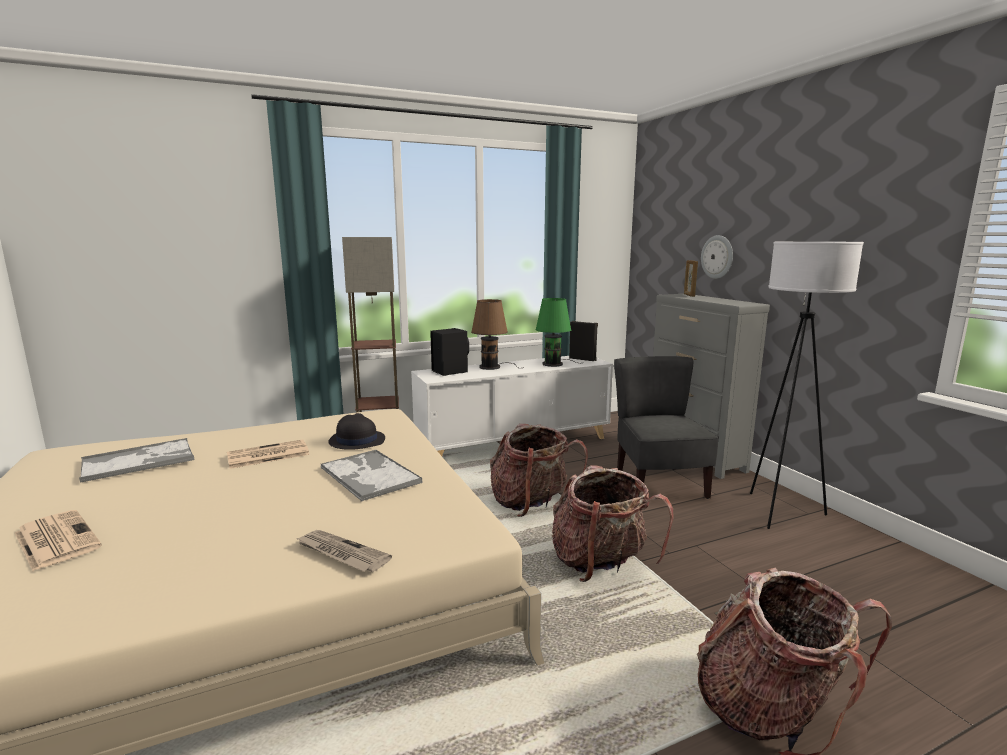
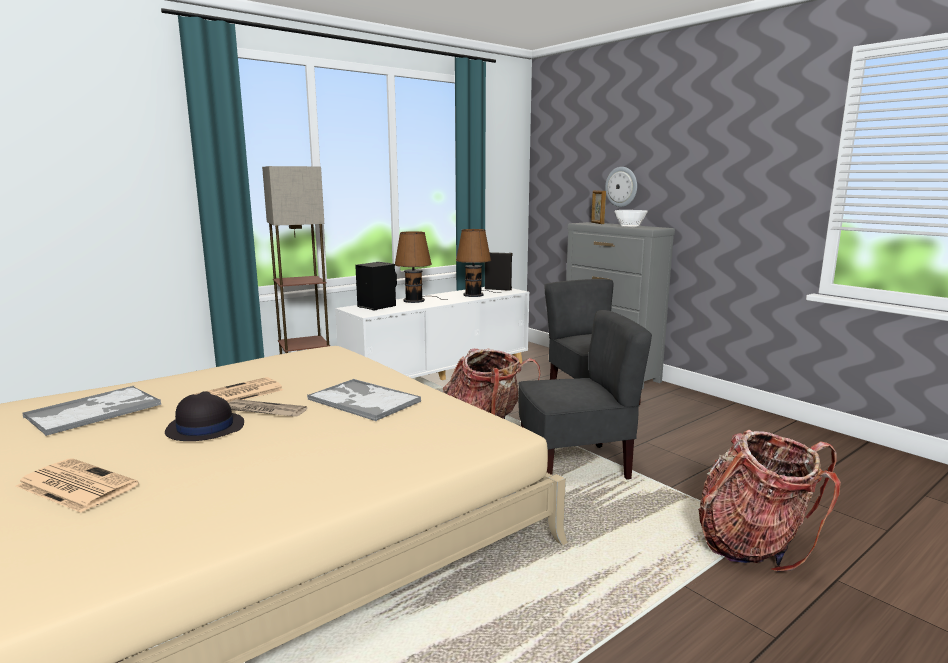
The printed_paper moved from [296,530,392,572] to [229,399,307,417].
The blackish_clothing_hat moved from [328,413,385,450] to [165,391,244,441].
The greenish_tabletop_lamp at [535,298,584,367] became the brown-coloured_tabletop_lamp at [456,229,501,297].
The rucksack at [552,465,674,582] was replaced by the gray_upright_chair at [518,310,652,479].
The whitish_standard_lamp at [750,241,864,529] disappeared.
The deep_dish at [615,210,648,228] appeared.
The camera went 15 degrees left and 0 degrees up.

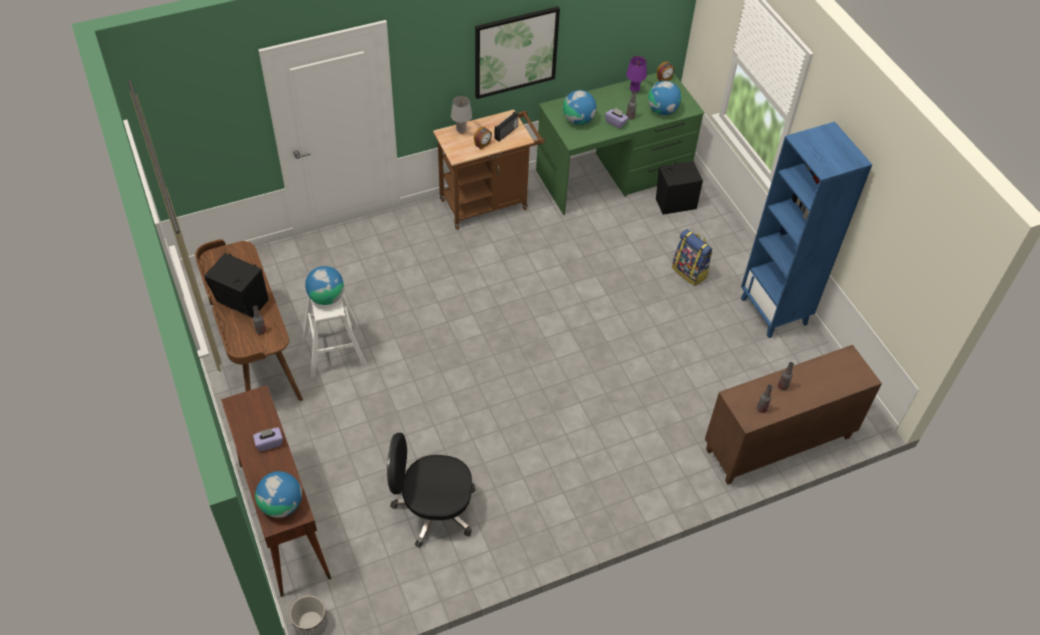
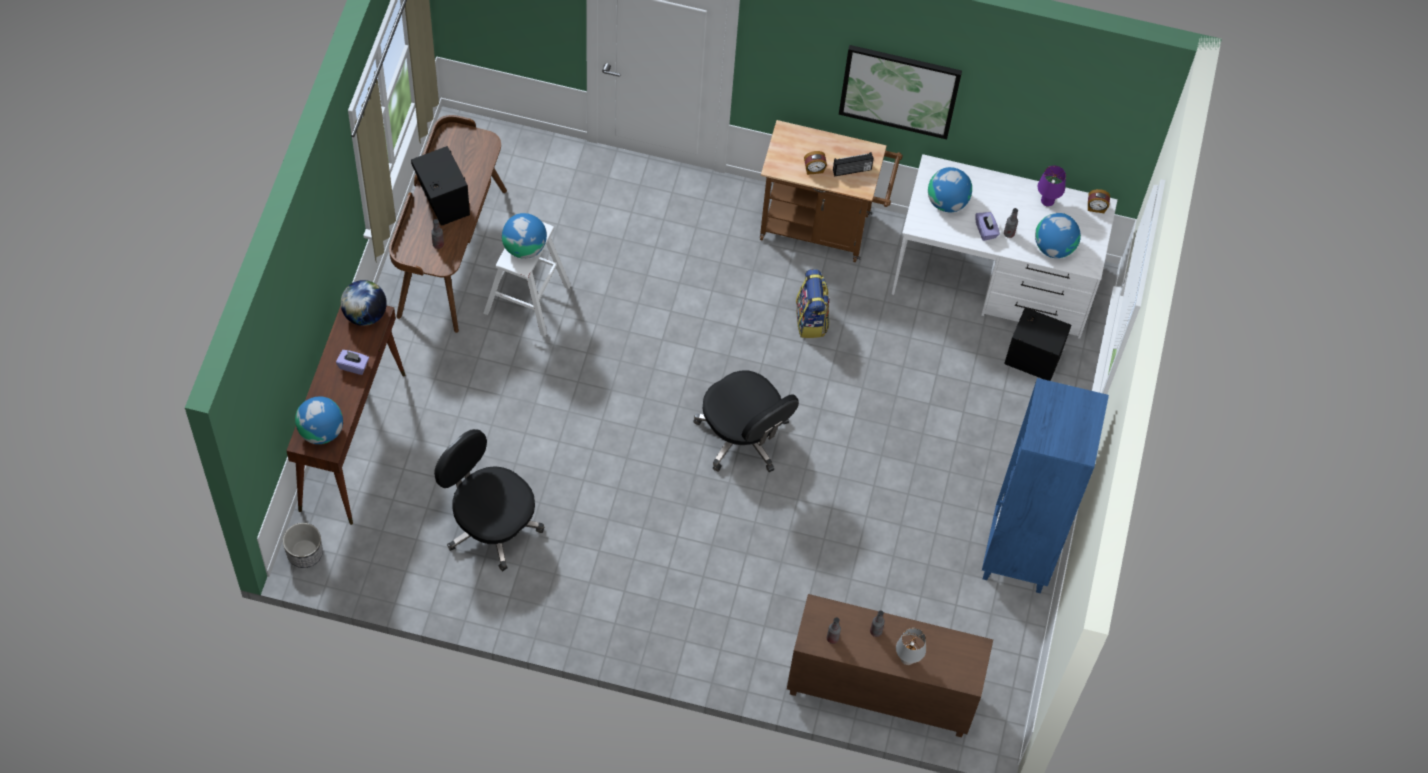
The gray_tabletop_lamp moved from [451,96,472,134] to [896,628,926,665].
The greenish_desk_unit at [536,73,705,215] became the whitish_desk_unit at [892,154,1118,339].
The rucksack moved from [672,229,713,286] to [796,269,829,338].
The world_globe at [341,280,387,326] appeared.
The blackish_office_chair at [693,370,799,472] appeared.
The camera went 35 degrees right and 10 degrees up.

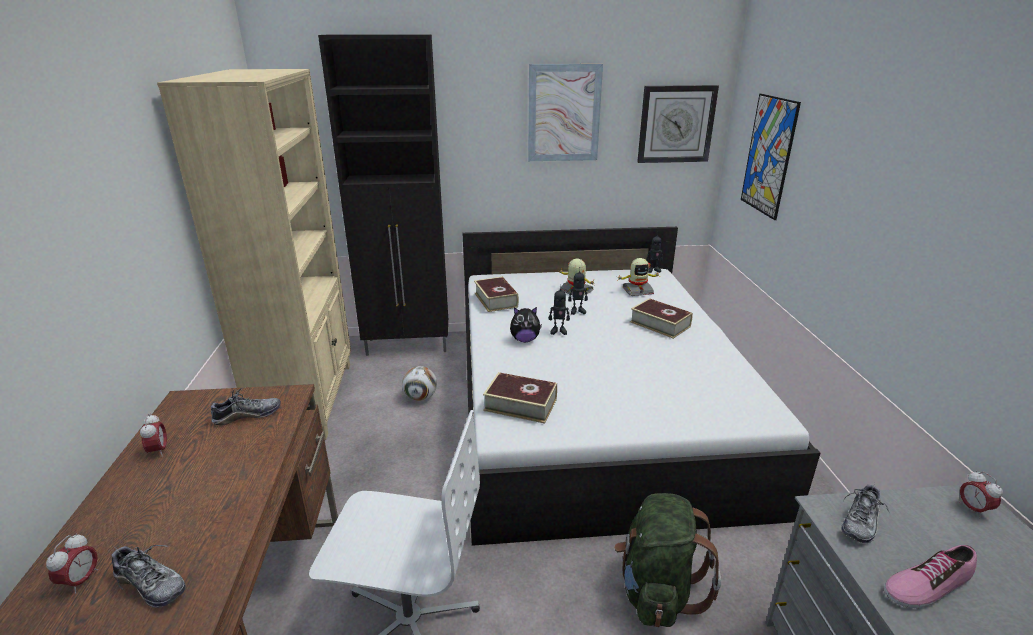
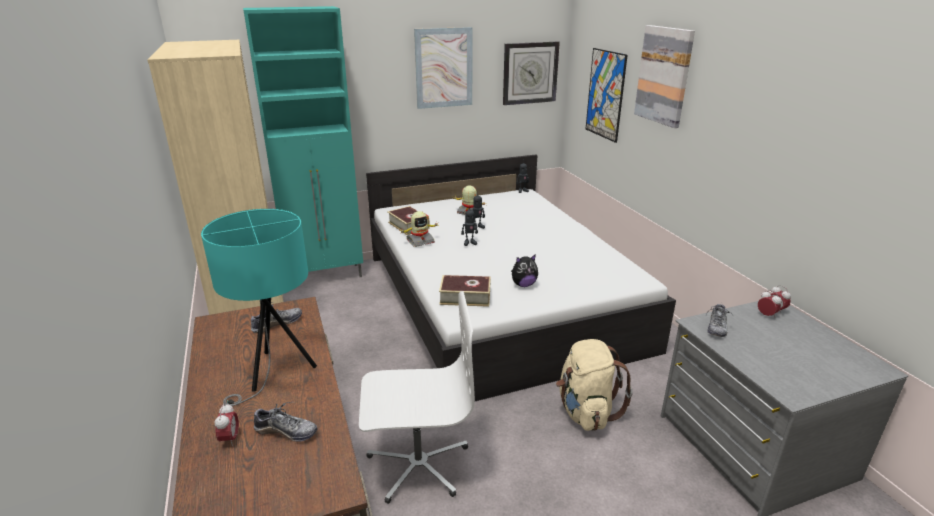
The table_clock moved from [140,414,167,457] to [758,290,782,318].
The blackish_cabinet at [318,34,448,356] became the turquoise_cabinet at [243,6,363,277].
The football at [402,366,437,401] disappeared.
The cuddly_toy moved from [510,307,542,342] to [511,254,538,287].
The greenish_rucksack at [614,493,721,627] became the beige-coloured_rucksack at [556,339,633,431].
The toy_robot moved from [617,258,660,296] to [400,211,438,247].
The bound_book at [630,298,693,339] disappeared.
The shoe at [884,545,977,608] disappeared.
The turquoise_tabletop_lamp at [201,209,317,406] appeared.
The wall_picture at [634,25,695,128] appeared.
The camera went 15 degrees left and 0 degrees up.

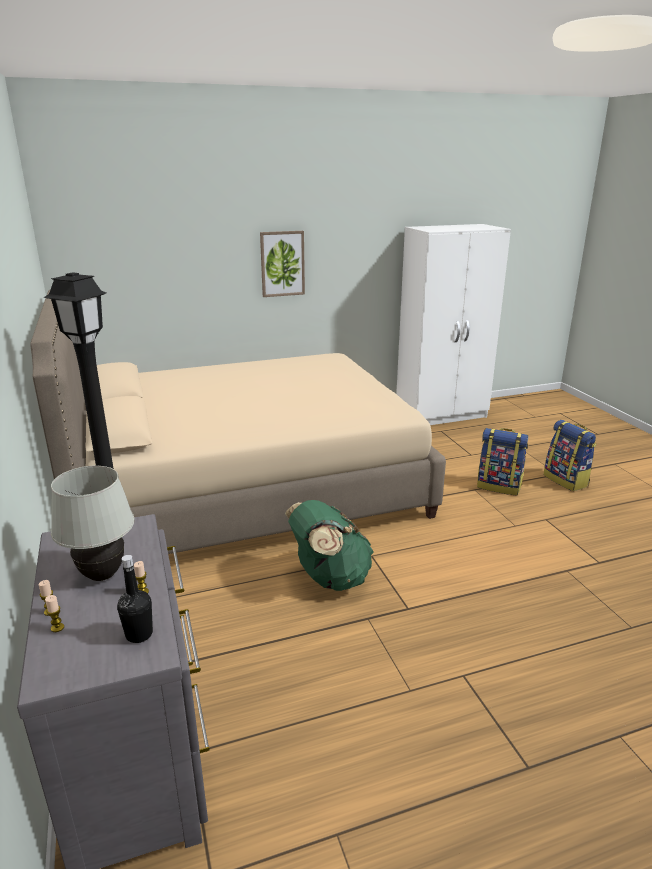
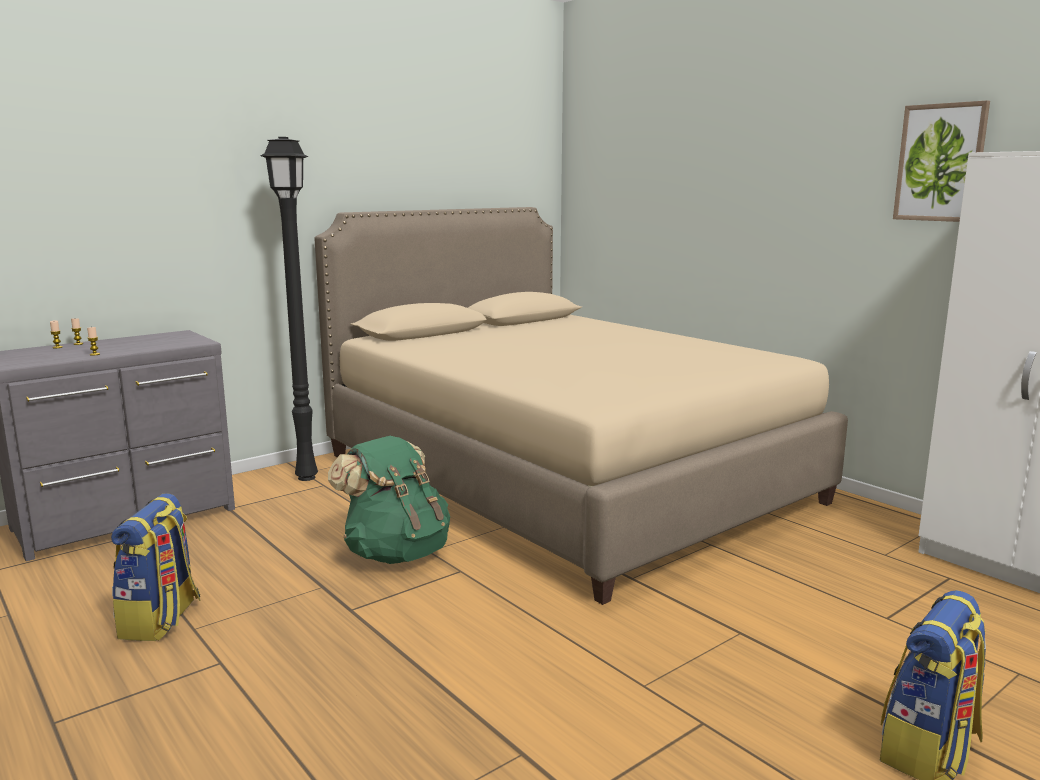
The whitish_tabletop_lamp at [51,466,135,581] disappeared.
The blackish_beverage_bottle at [117,555,153,643] disappeared.
The wall_picture moved from [260,231,305,297] to [893,100,990,222].
The rucksack moved from [477,428,528,495] to [111,493,201,641].
The camera went 70 degrees right and 10 degrees down.

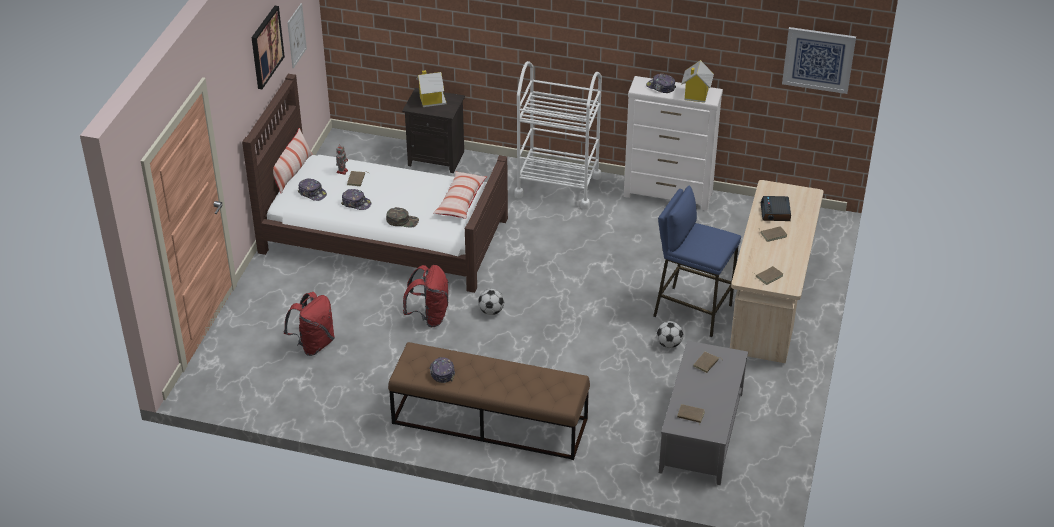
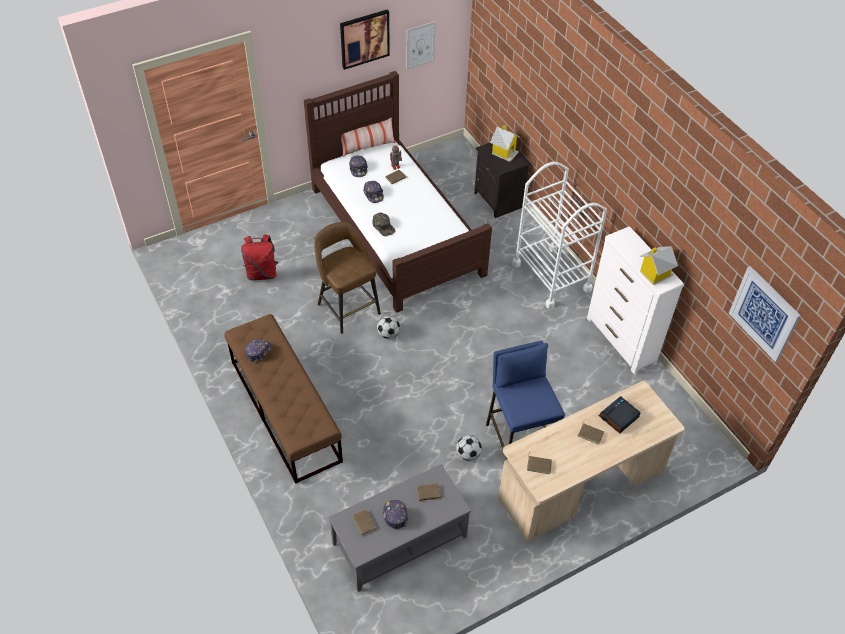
The reddish_rucksack at [403,265,449,327] was replaced by the brown-coloured_sitting_stool at [314,222,381,334].
The pillow at [433,172,487,219] disappeared.
The baseball_cap moved from [646,74,676,93] to [383,500,408,529].
The camera went 45 degrees right and 10 degrees up.

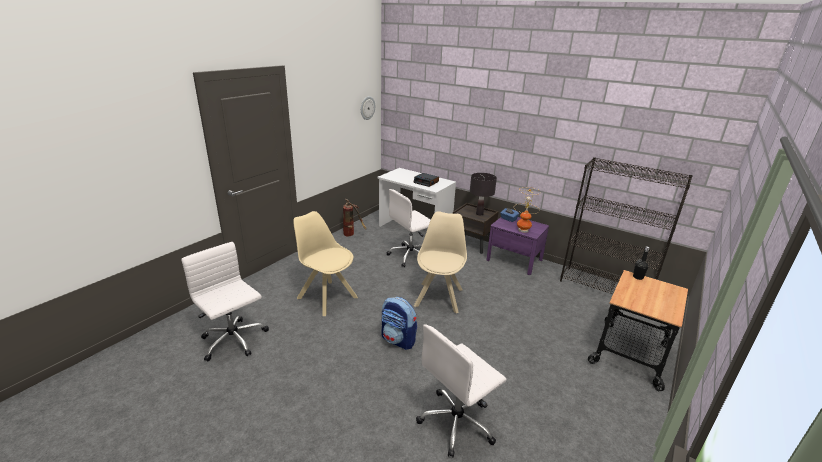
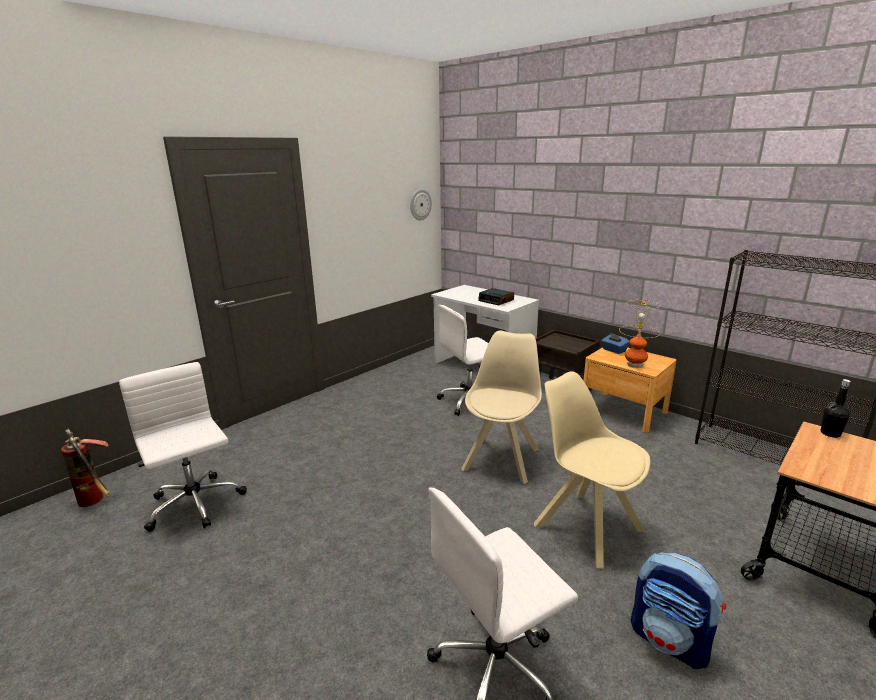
The beige-coloured_upright_chair moved from [294,211,358,316] to [534,371,651,569].
The extinguisher moved from [343,199,366,236] to [61,429,110,507].
The rucksack moved from [382,297,417,350] to [630,552,726,669].
The blackish_tabletop_lamp at [470,173,497,215] disappeared.
The purplish_nightstand at [486,217,549,275] became the brown-coloured_nightstand at [584,347,677,433].
The camera went 10 degrees right and 5 degrees down.

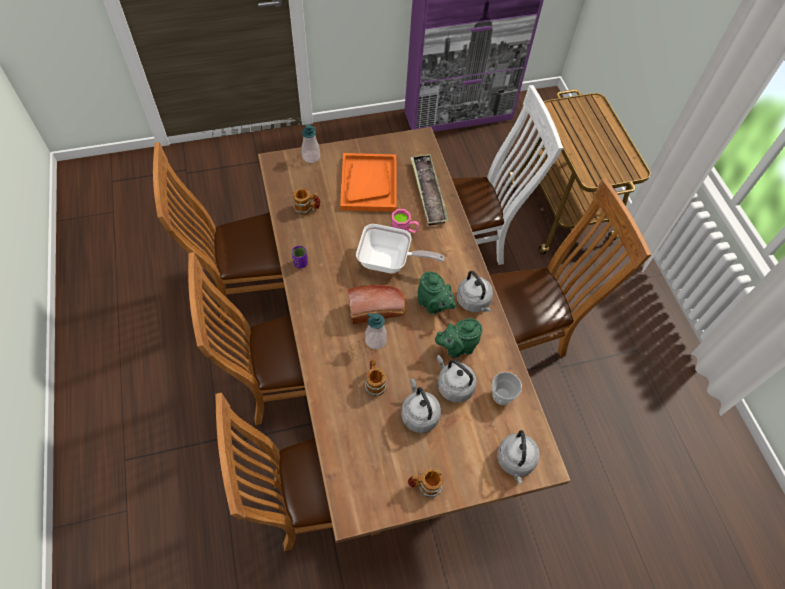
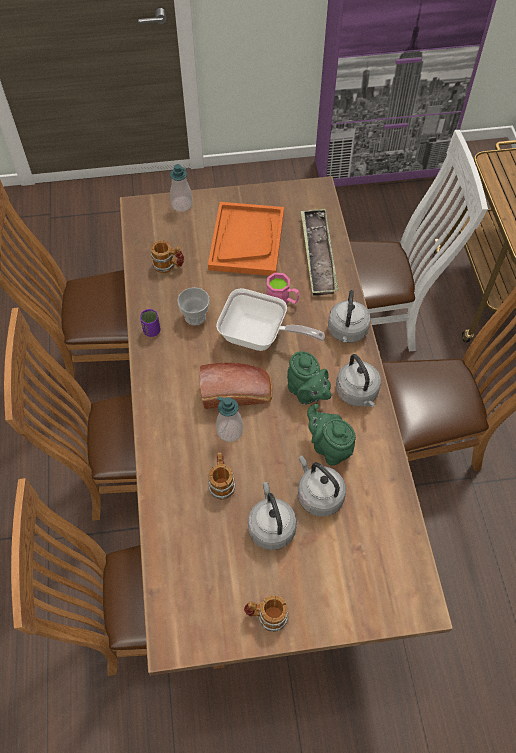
The greenish_pot_for_tea at [435,318,482,358] turned 60 degrees clockwise.
The cup moved from [492,372,522,405] to [177,287,210,326].
The gray_tea_kettle moved from [497,430,540,484] to [328,290,371,343].
The camera went 10 degrees right and 0 degrees up.

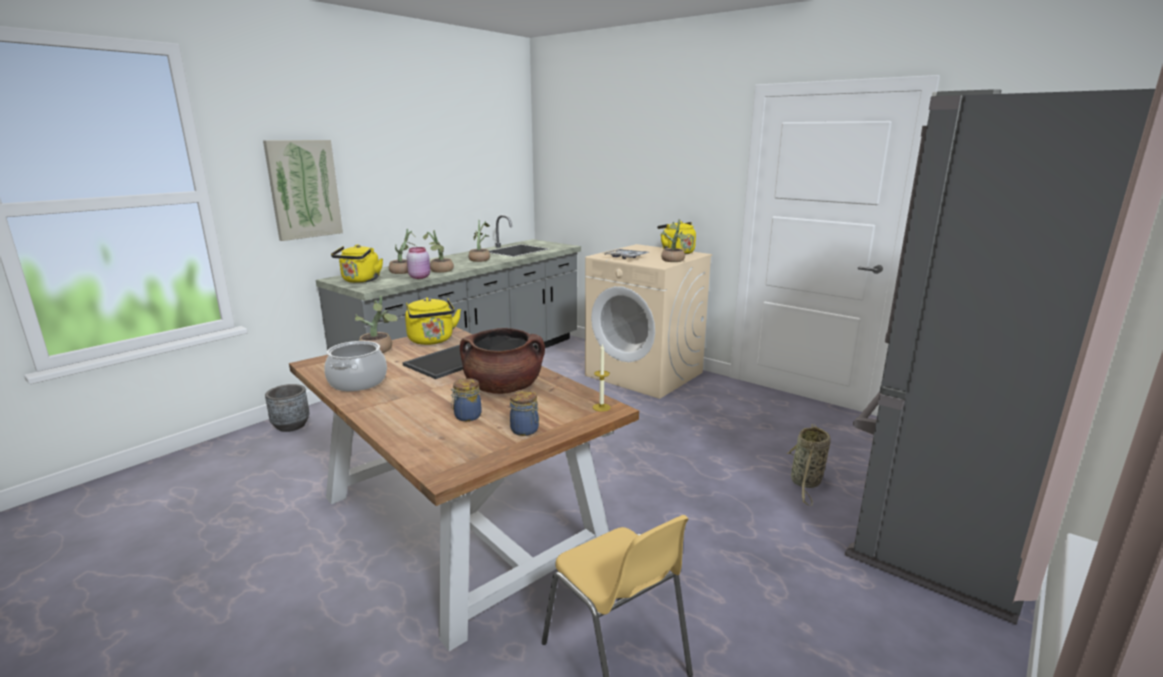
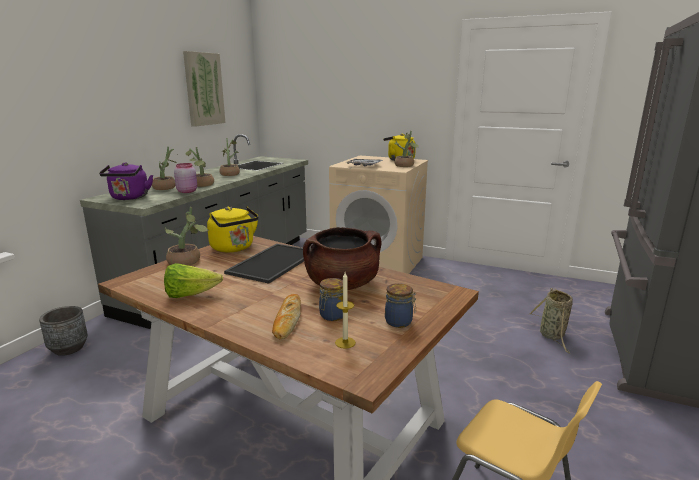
The wall_picture moved from [263,140,343,241] to [183,51,226,127].
The cooking_pot at [324,341,387,391] was replaced by the lettuce_head at [164,263,223,298].
The yellowish_tea_kettle at [331,244,383,283] became the purplish_tea_kettle at [99,162,153,200].
The wax_light moved from [593,344,611,412] to [335,272,356,349].
The baked_bread at [272,294,301,339] appeared.
The camera went 15 degrees left and 0 degrees up.

